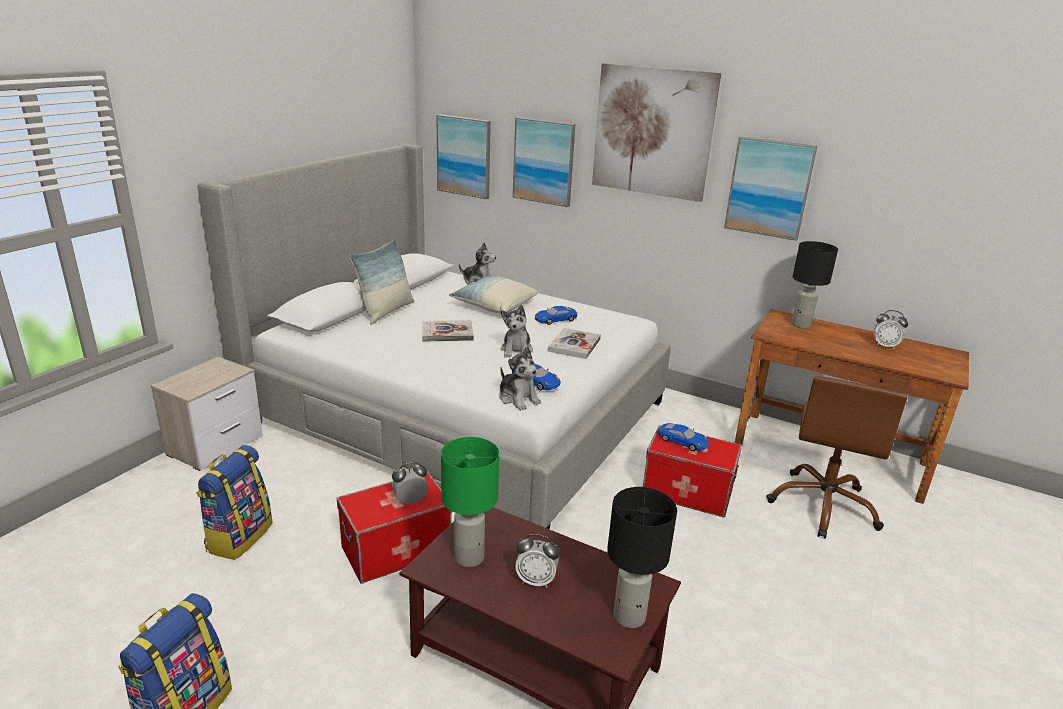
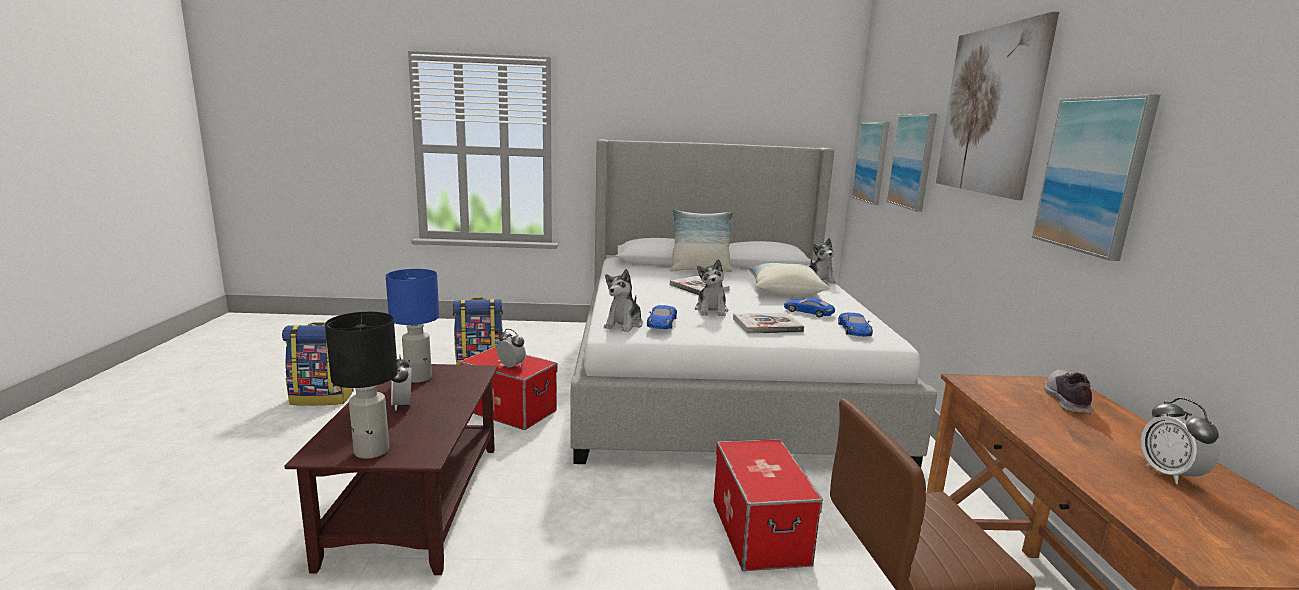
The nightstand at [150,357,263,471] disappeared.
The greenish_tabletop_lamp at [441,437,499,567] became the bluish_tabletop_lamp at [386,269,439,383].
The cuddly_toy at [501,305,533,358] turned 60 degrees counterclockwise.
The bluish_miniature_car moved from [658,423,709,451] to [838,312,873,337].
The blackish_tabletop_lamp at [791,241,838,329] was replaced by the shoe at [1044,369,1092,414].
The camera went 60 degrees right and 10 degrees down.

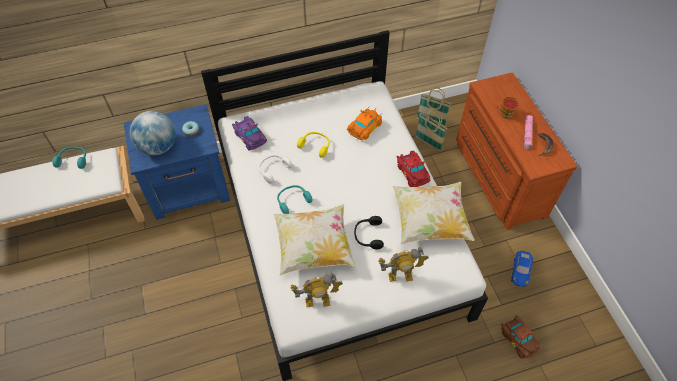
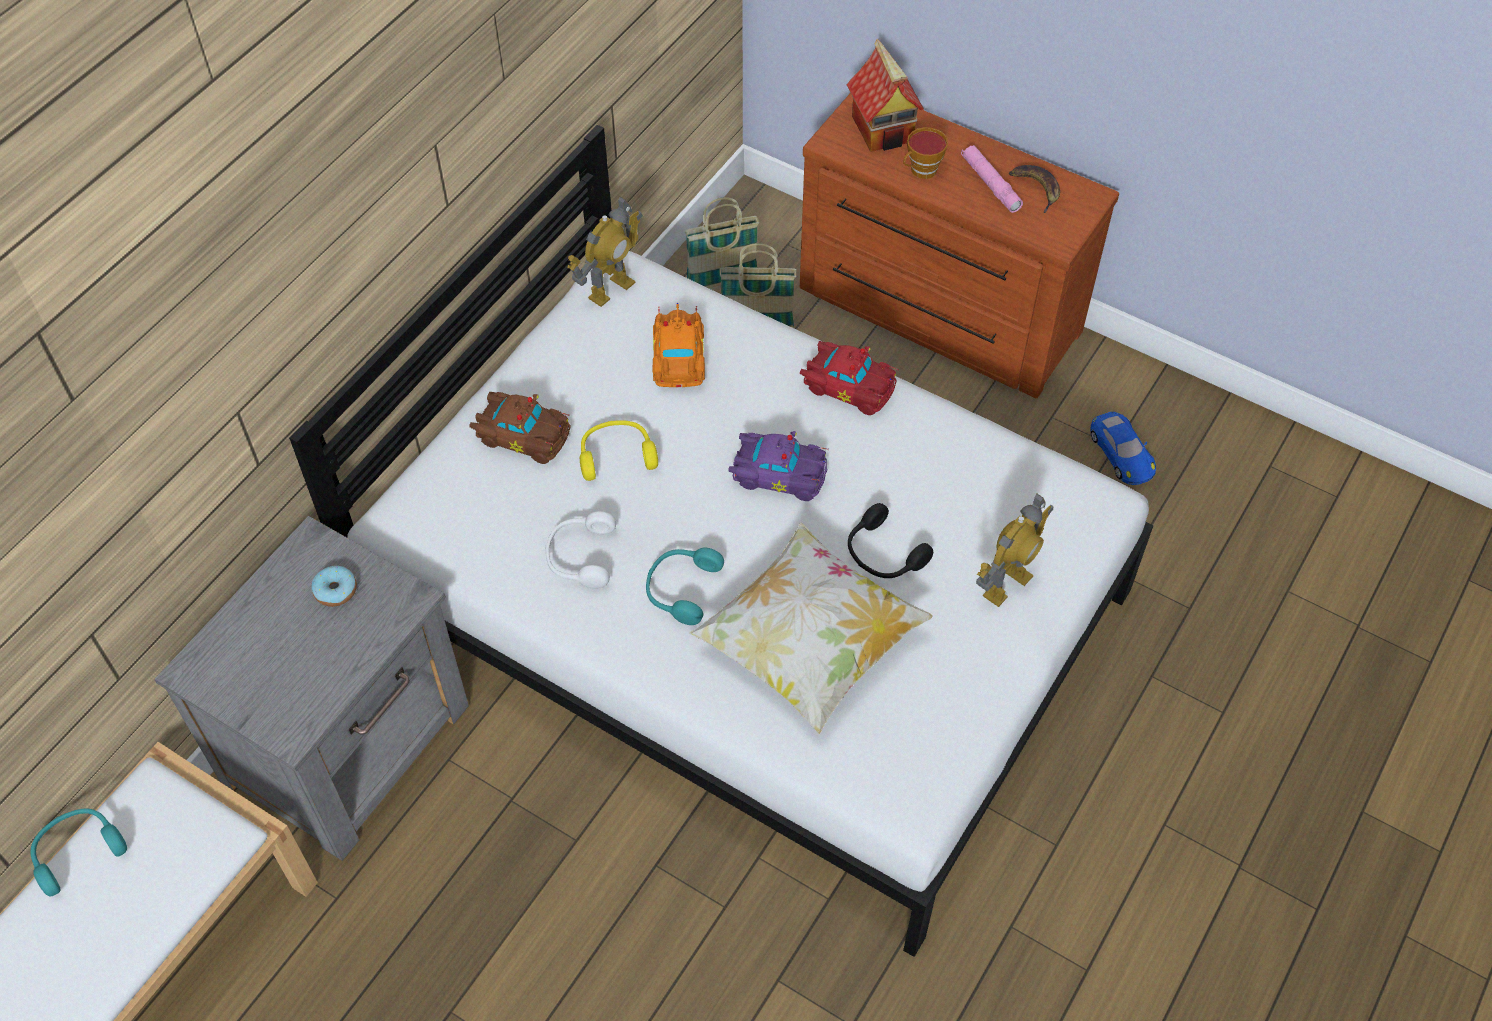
The bluish_nightstand at [124,104,230,220] became the gray_nightstand at [154,516,469,861].
The world_globe at [129,111,176,155] disappeared.
The purplish_miniature_car moved from [232,116,267,151] to [728,431,829,501].
The toy_robot moved from [290,273,343,307] to [567,196,643,307].
The pillow at [393,182,475,245] disappeared.
The brown-coloured_miniature_car moved from [501,315,541,359] to [469,392,571,464].
The model_house at [846,39,924,152] appeared.
The camera went 40 degrees left and 0 degrees up.

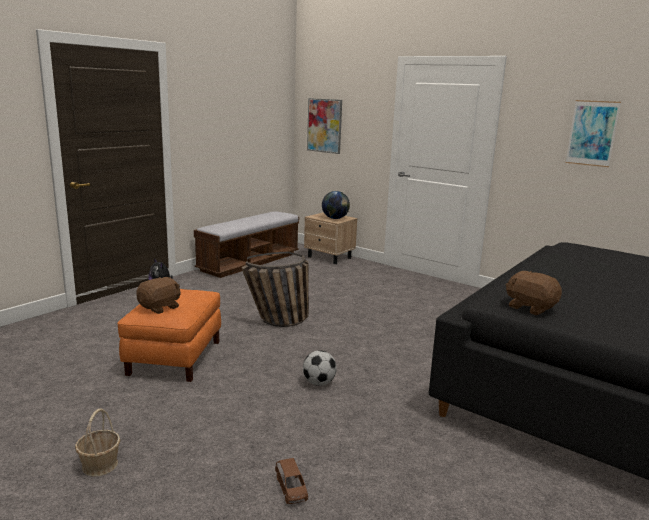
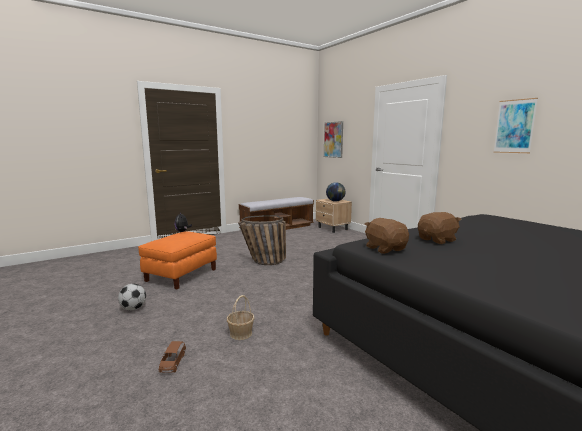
The basket moved from [75,408,120,477] to [227,295,254,340].
The brown-coloured_cuddly_toy moved from [136,277,181,314] to [418,212,462,244].
The football moved from [303,350,337,386] to [118,284,146,310].
The camera went 20 degrees right and 5 degrees down.

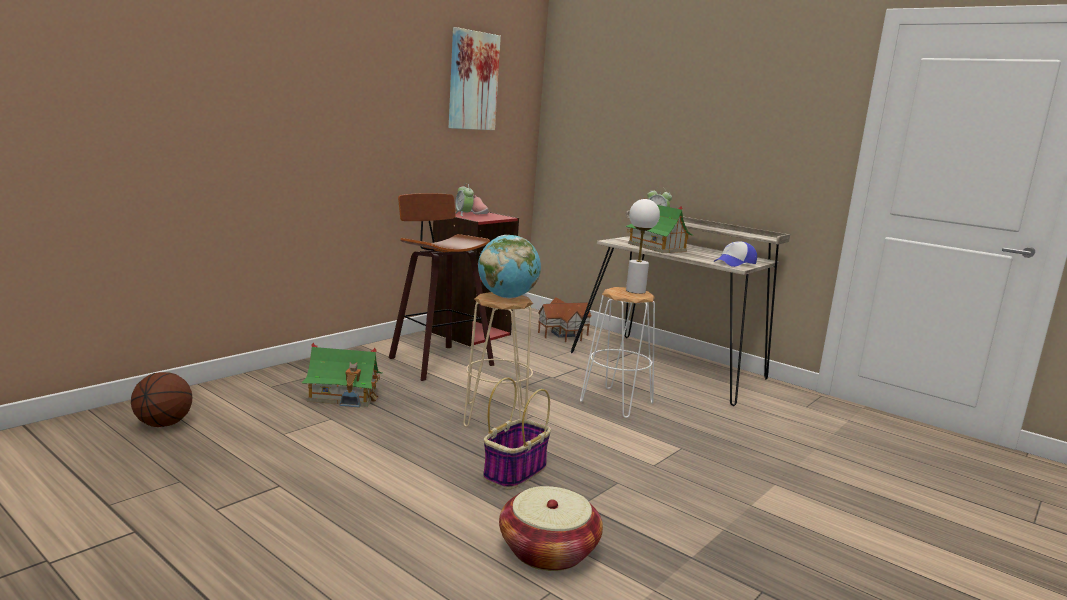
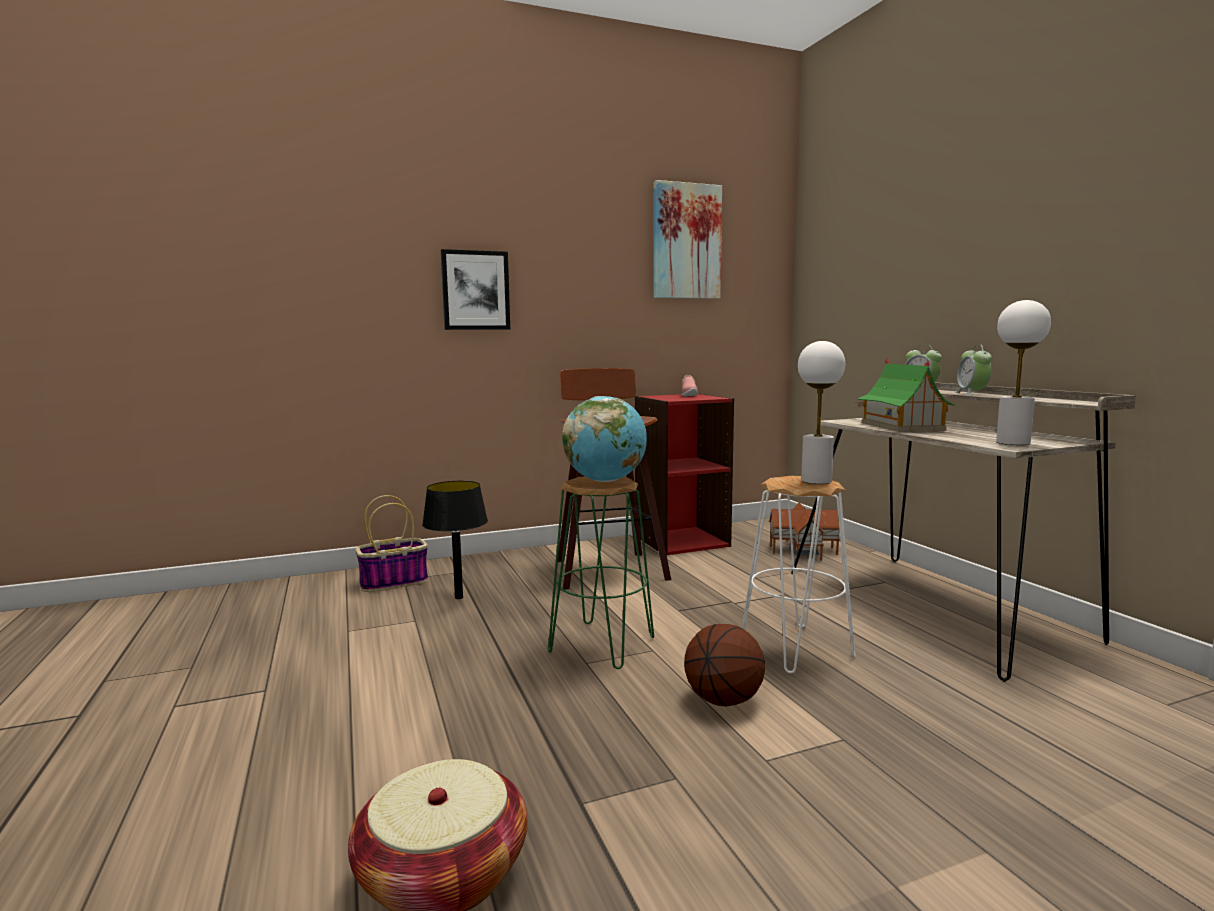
The basketball moved from [131,372,192,427] to [684,624,765,706].
The model_house at [302,342,383,408] was replaced by the blackish_tabletop_lamp at [422,481,488,599].
The table_clock moved from [455,183,474,216] to [955,344,992,395].
The beige-coloured_sitting_stool at [463,292,533,427] became the greenish_sitting_stool at [548,476,654,669].
The basket moved from [483,378,551,489] to [355,495,428,592].
The baseball_cap at [713,241,757,267] was replaced by the whitish_tabletop_lamp at [996,300,1051,445].
The wall_picture at [441,249,510,330] appeared.
The camera went 30 degrees right and 5 degrees down.

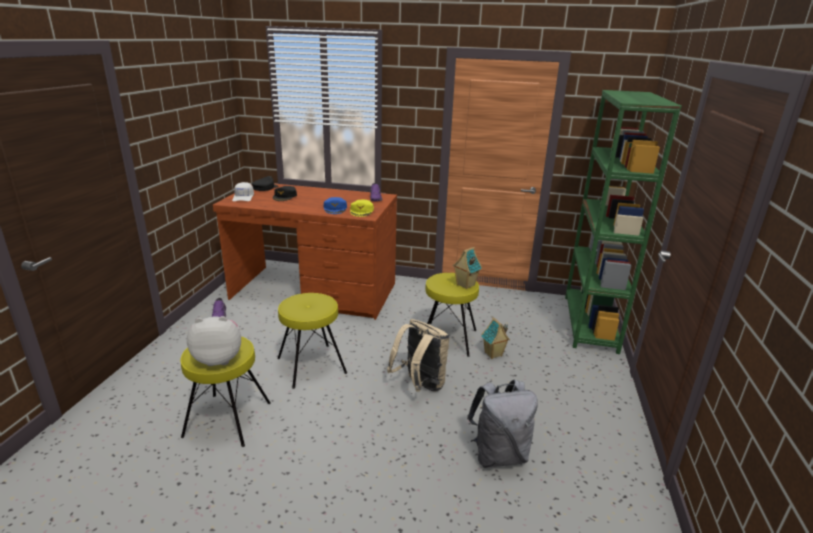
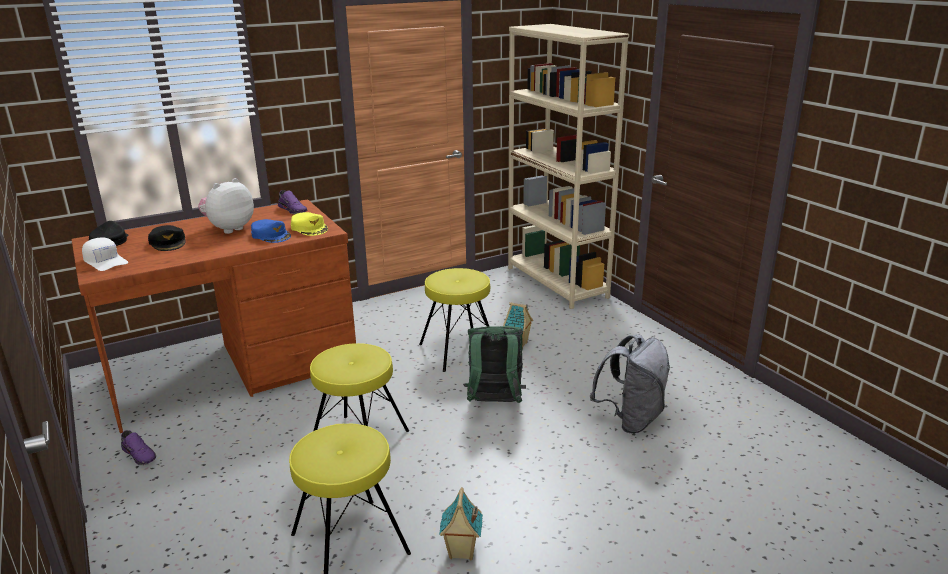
The cuddly_toy moved from [187,316,241,366] to [198,178,254,234].
The beige-coloured_rucksack at [387,319,449,392] became the greenish_rucksack at [463,326,526,403].
The model_house moved from [453,247,482,289] to [439,487,483,560].
The greenish_bookcase at [565,90,682,354] became the beige-coloured_bookcase at [508,24,629,309].
The camera went 40 degrees left and 0 degrees up.

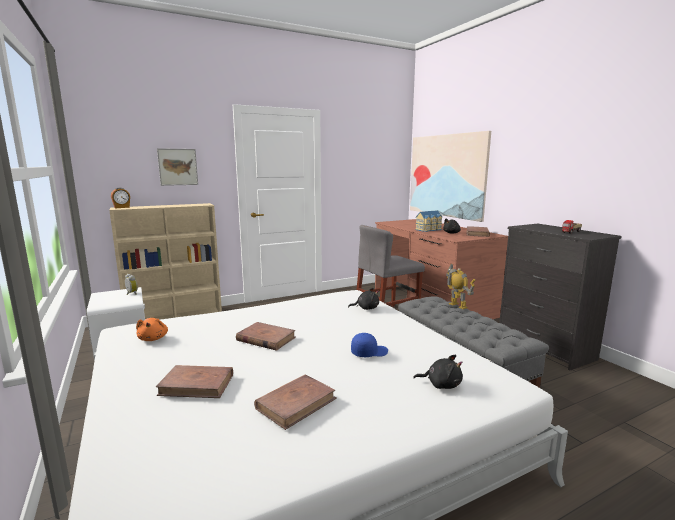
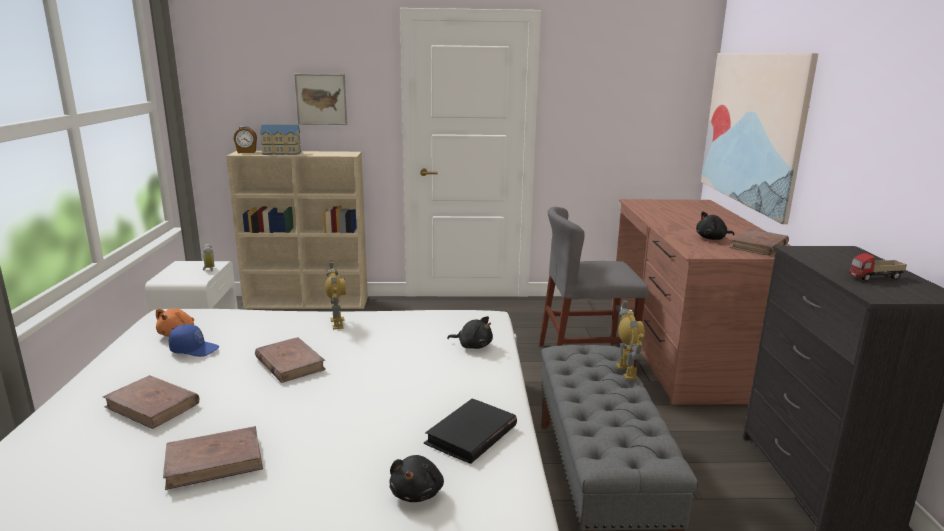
The bluish_baseball_cap moved from [351,333,388,357] to [169,324,219,357].
The blackish_cuddly_toy at [414,355,463,389] turned 60 degrees clockwise.
The model_house moved from [415,210,442,232] to [260,124,302,155].
The toy_robot at [325,261,346,330] appeared.
The blackish_bound_book at [424,399,517,464] appeared.
The camera went 25 degrees right and 5 degrees up.

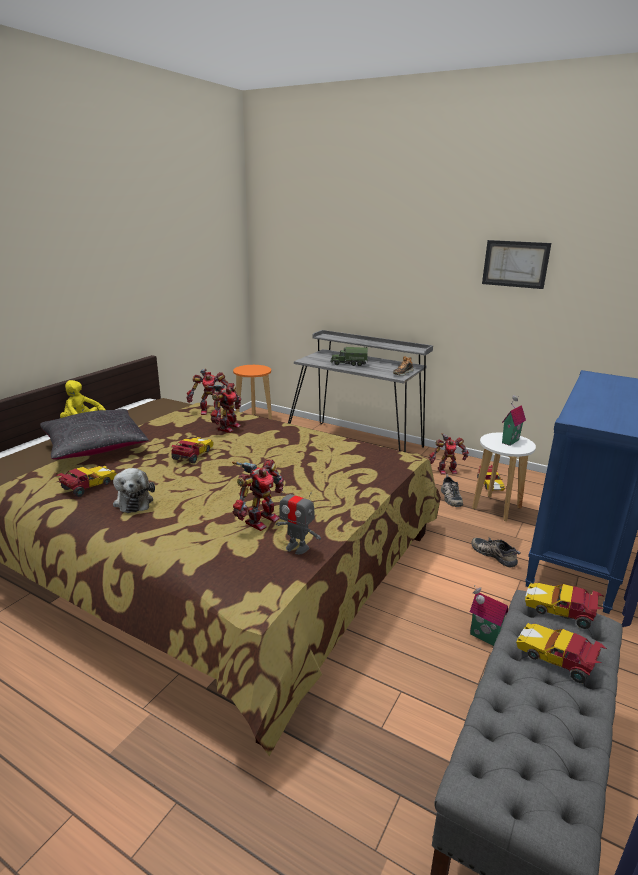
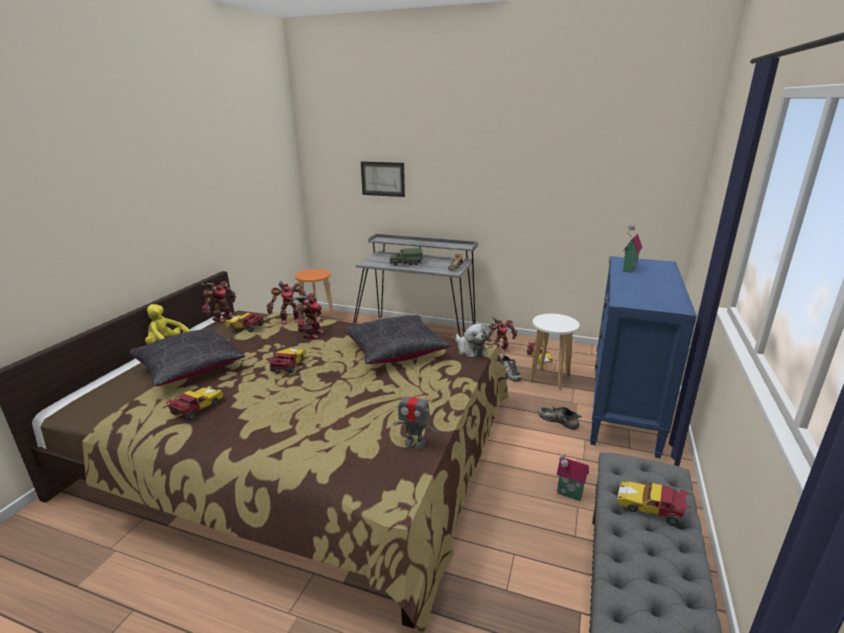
The cuddly_toy moved from [113,468,155,513] to [455,324,489,358].
The toy_robot moved from [232,459,284,531] to [200,281,236,323].
The wall_picture moved from [482,240,551,289] to [361,161,405,197].
The model_house moved from [502,395,526,446] to [623,224,642,273].
The miniature_car moved from [525,583,604,629] to [225,313,264,332].
The blackish_pillow at [344,315,451,364] appeared.
The camera went 10 degrees left and 0 degrees up.

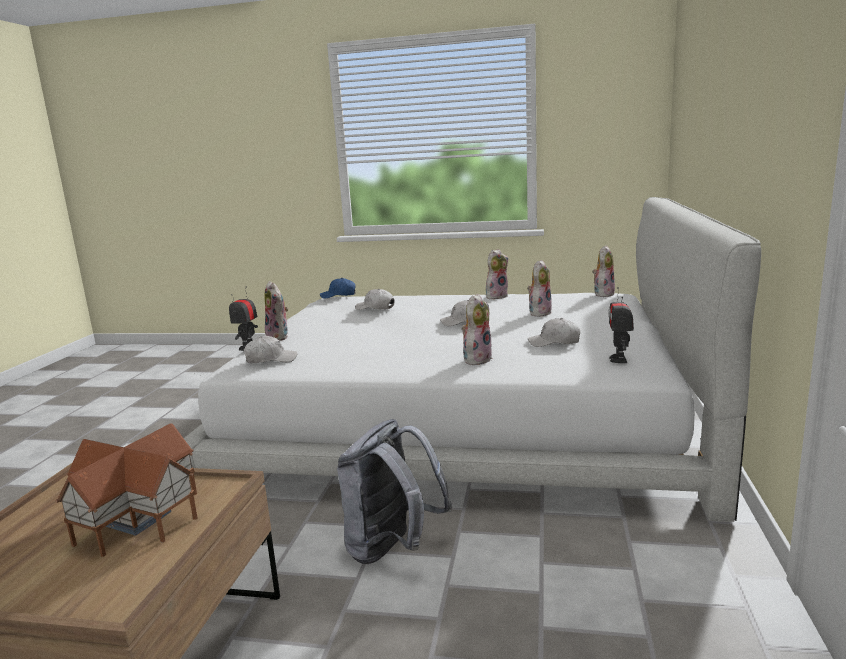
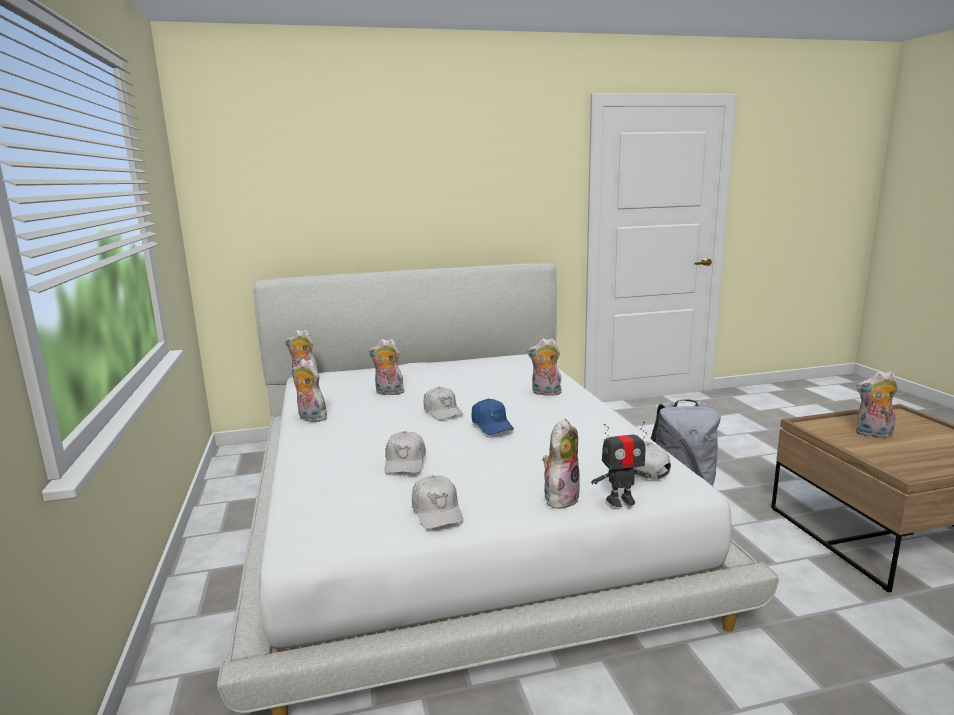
The model_house at [56,423,197,557] was replaced by the cuddly_toy at [856,371,898,438].
The bluish_baseball_cap moved from [320,278,356,299] to [471,399,514,435].
The whitish_baseball_cap moved from [528,318,580,347] to [412,476,463,529].
The toy_robot at [608,287,634,363] disappeared.
The camera went 115 degrees left and 0 degrees up.

